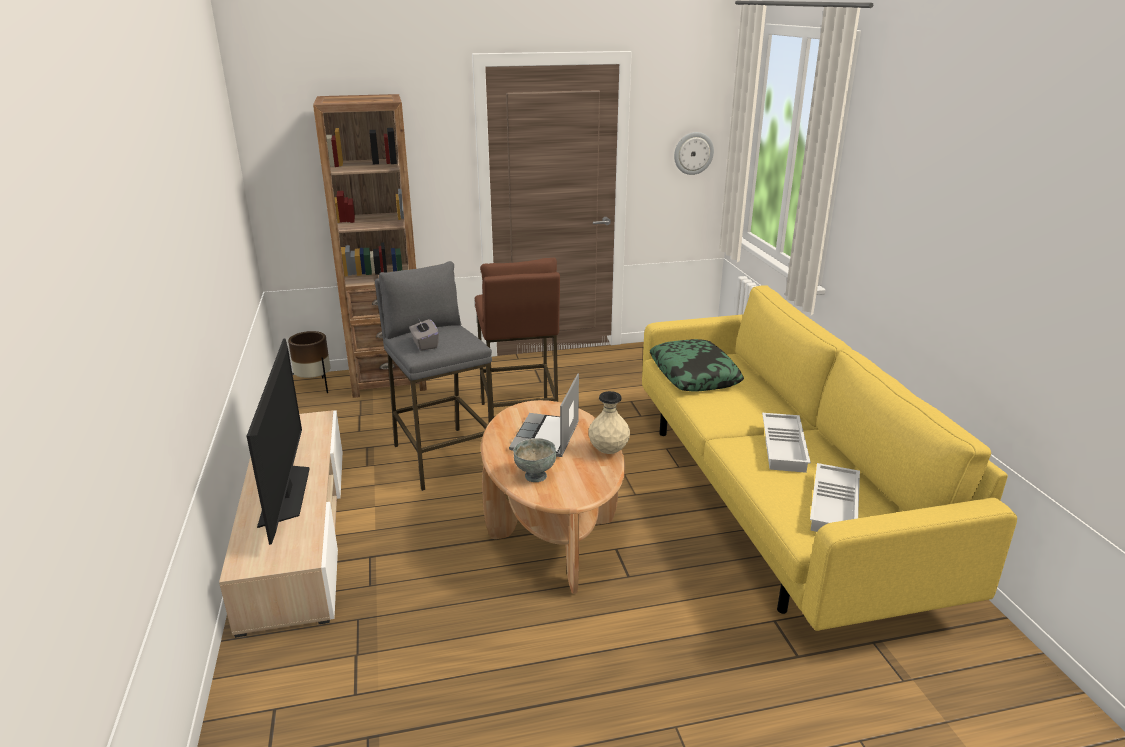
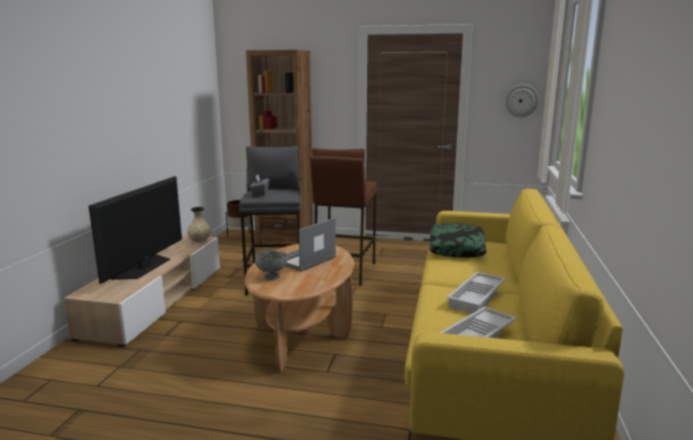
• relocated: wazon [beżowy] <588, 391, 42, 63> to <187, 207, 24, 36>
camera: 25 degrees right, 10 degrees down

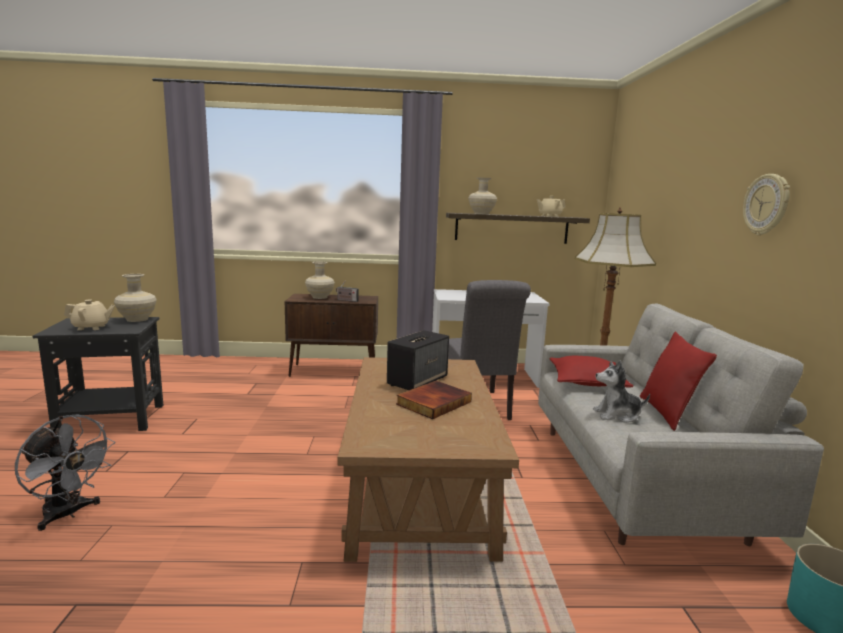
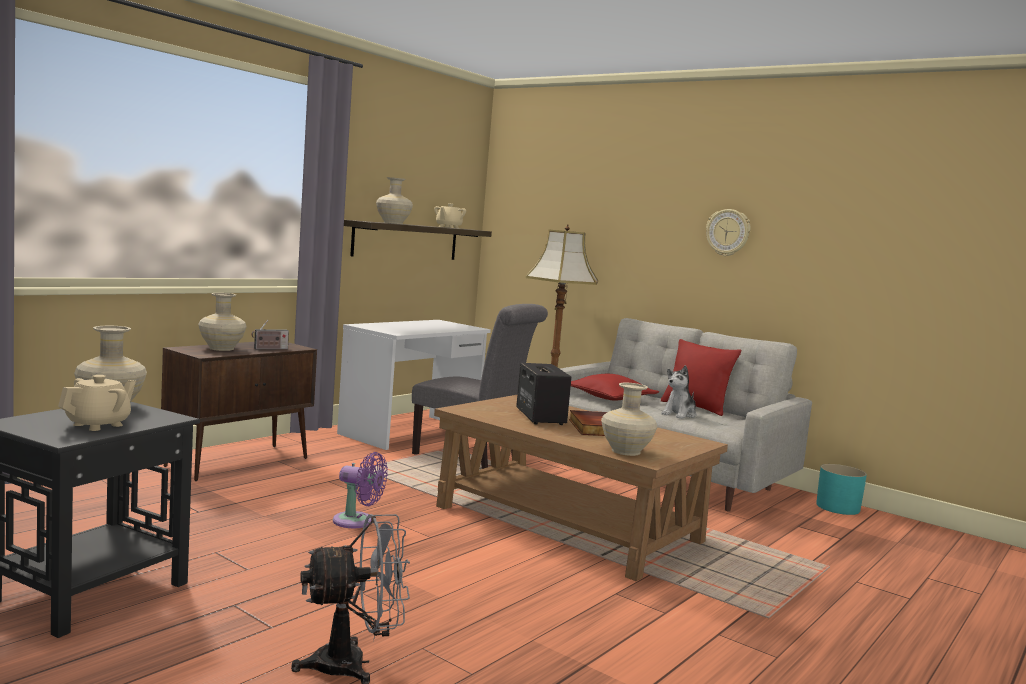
• appeared: wentylator [fioletowy] <333, 452, 55, 76>
• appeared: wazon [beżowy] <601, 383, 56, 73>
camera: 50 degrees left, 5 degrees down

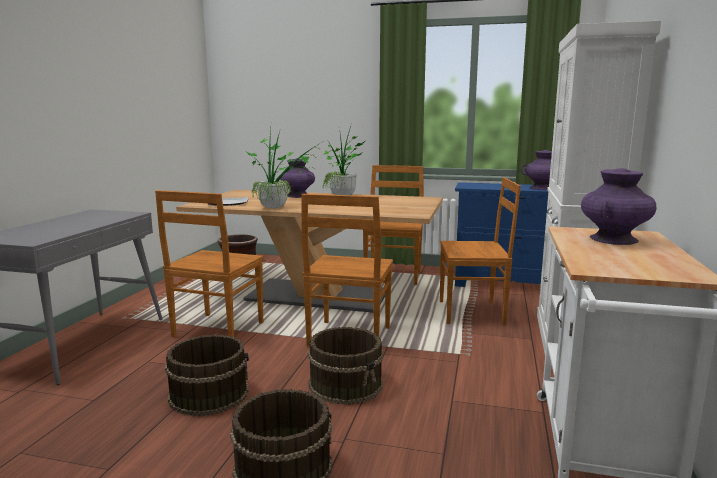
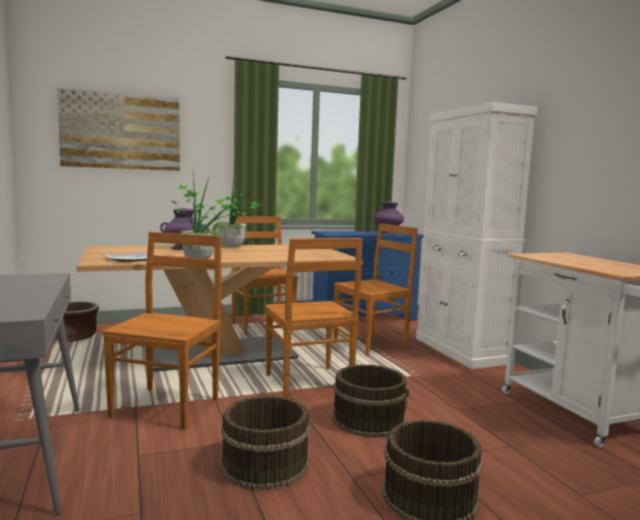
• missing: wazon [fioletowy] <581, 168, 75, 77>
• appeared: obraz <57, 87, 123, 84>
• spun: krzesło [brązowy] <155, 190, 108, 147> = <102, 232, 120, 197> 150 degrees counterclockwise
camera: 35 degrees left, 5 degrees down

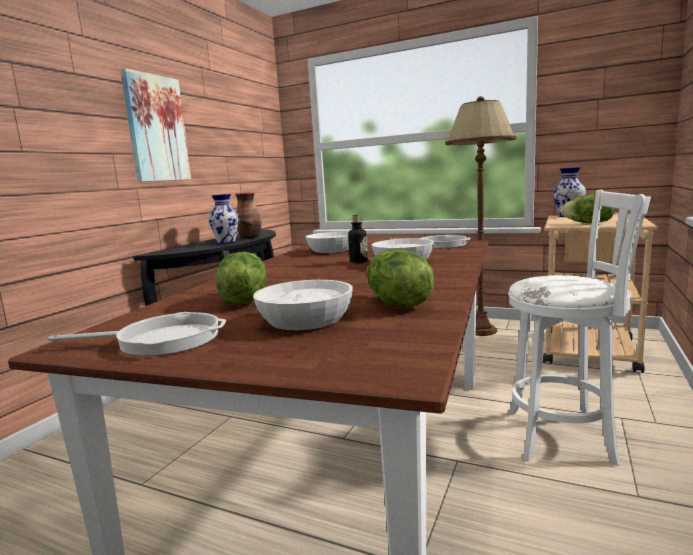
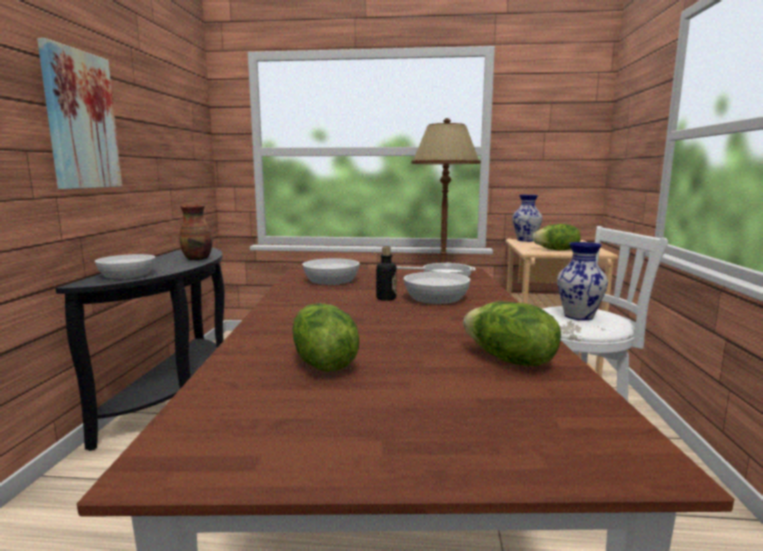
• missing: patelnia <48, 312, 178, 44>
• relocated: wazon <208, 194, 31, 50> to <557, 242, 51, 78>
• relocated: miska [biały] <253, 280, 100, 50> to <95, 254, 60, 25>
camera: 20 degrees left, 0 degrees up

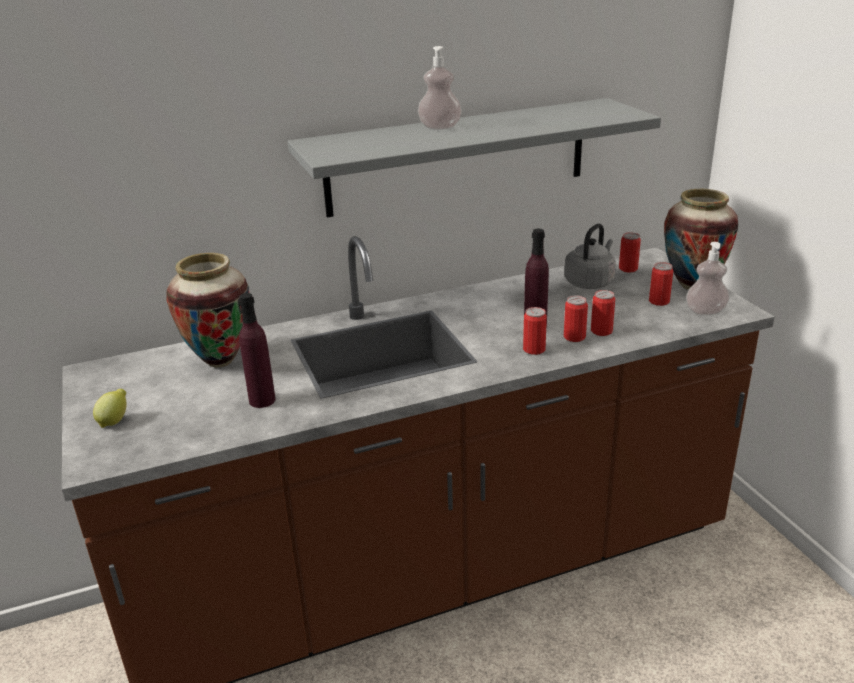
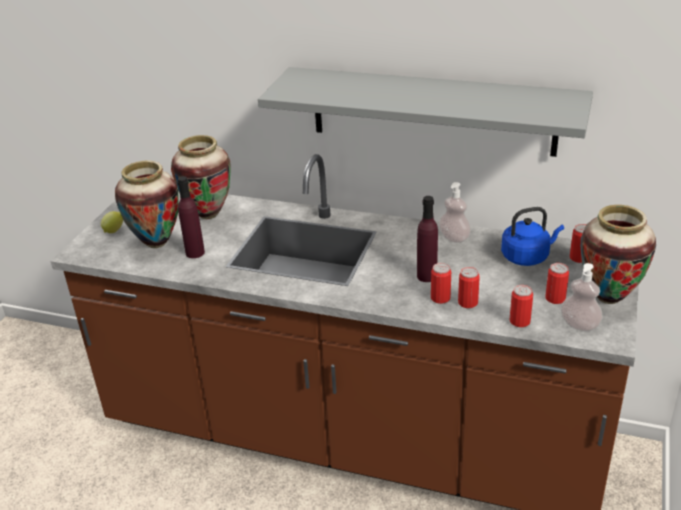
• appeared: wazon <115, 161, 64, 87>
• relocated: dozownik mydła <418, 46, 44, 84> to <439, 182, 32, 61>
• relocated: puszka <523, 307, 24, 48> to <510, 285, 23, 42>
• colour: czajnik [szary] <564, 223, 52, 66> to czajnik [niebieski] <501, 207, 63, 59>
camera: 40 degrees right, 5 degrees up

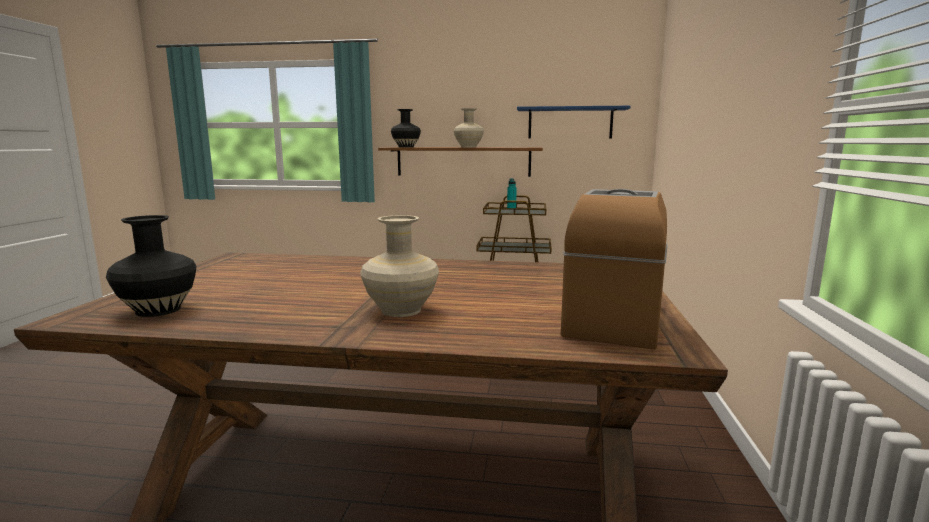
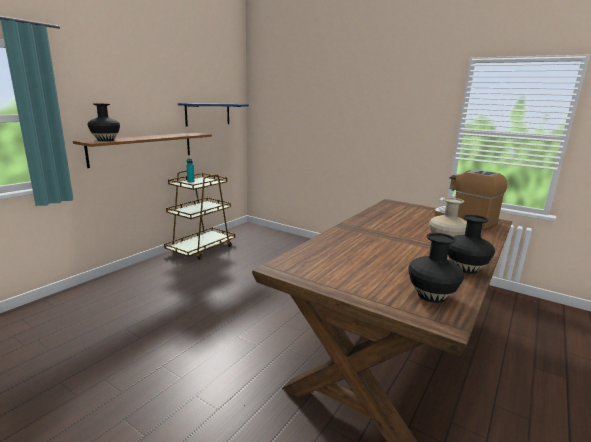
• missing: wazon [beżowy] <454, 108, 30, 39>
• appeared: wazon [czarny] <448, 215, 47, 59>
camera: 65 degrees left, 5 degrees up

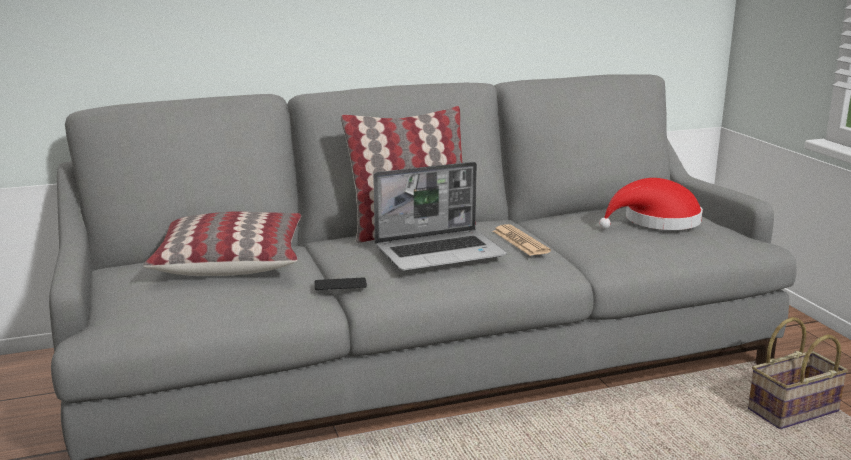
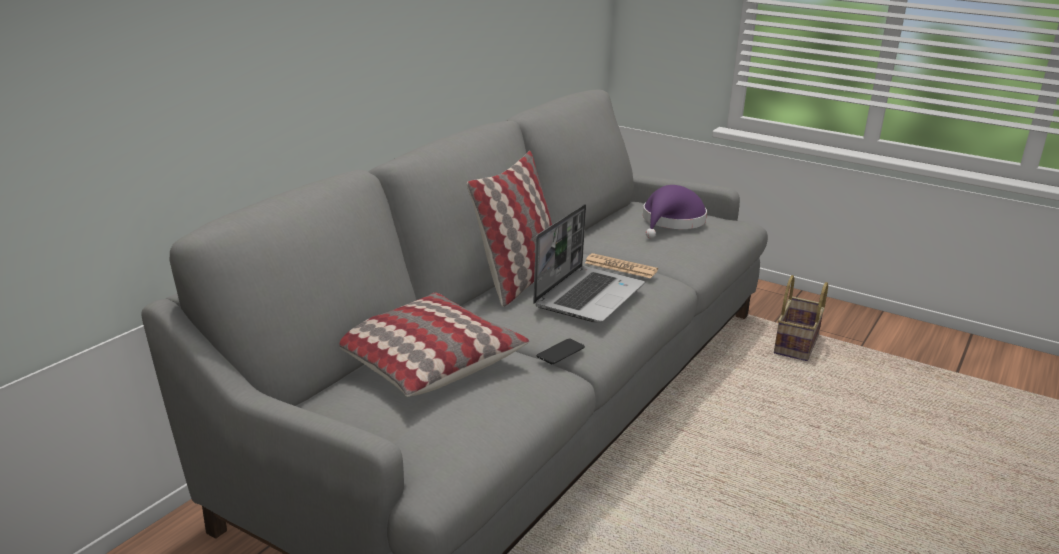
• colour: kapelusz [czerwony] <599, 178, 104, 52> to kapelusz [fioletowy] <643, 185, 64, 53>
camera: 40 degrees left, 5 degrees up

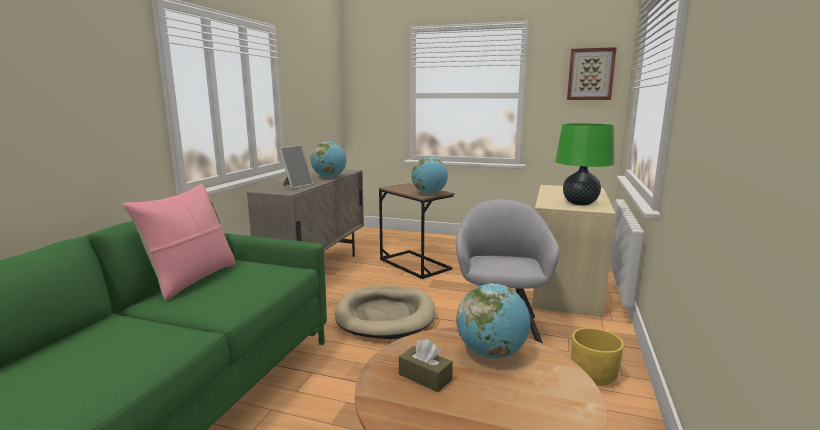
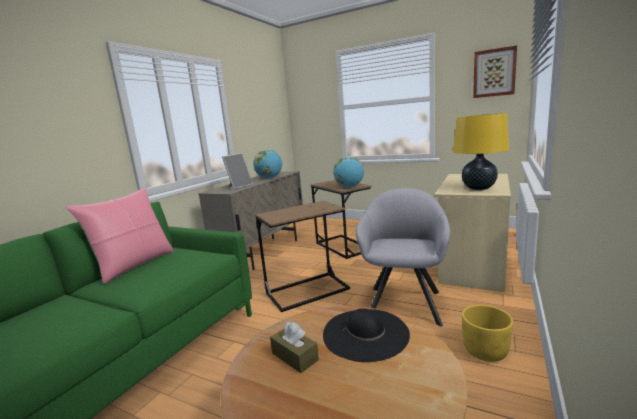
• exchanged: legowisko [beżowy] <335, 286, 100, 53> to stolik [brązowy] <255, 201, 95, 111>
• exchanged: globus <456, 283, 74, 75> to kapelusz [czarny] <323, 308, 87, 54>
• colour: lampa stołowa [zielony] <555, 123, 59, 82> to lampa stołowa [żółty] <453, 113, 56, 77>
camera: 10 degrees right, 0 degrees up

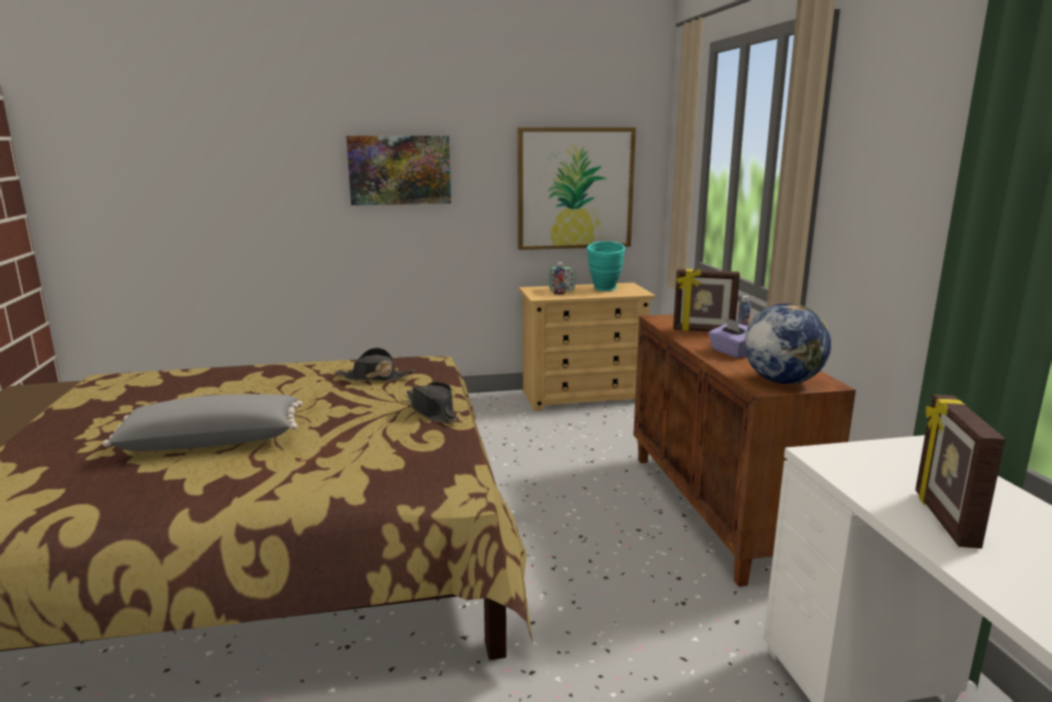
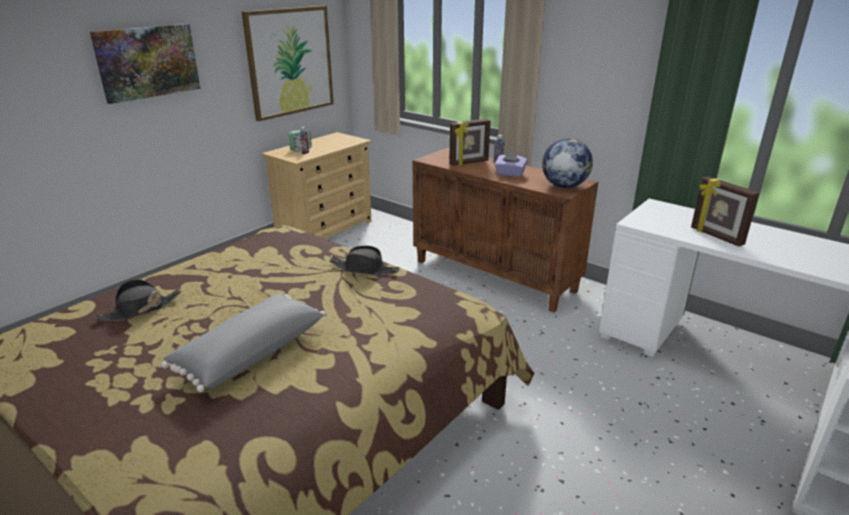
• missing: wazon [turkusowy] <587, 241, 38, 50>
• relocated: kapelusz [czarny] <335, 348, 80, 33> to <94, 279, 87, 42>
camera: 40 degrees left, 10 degrees up

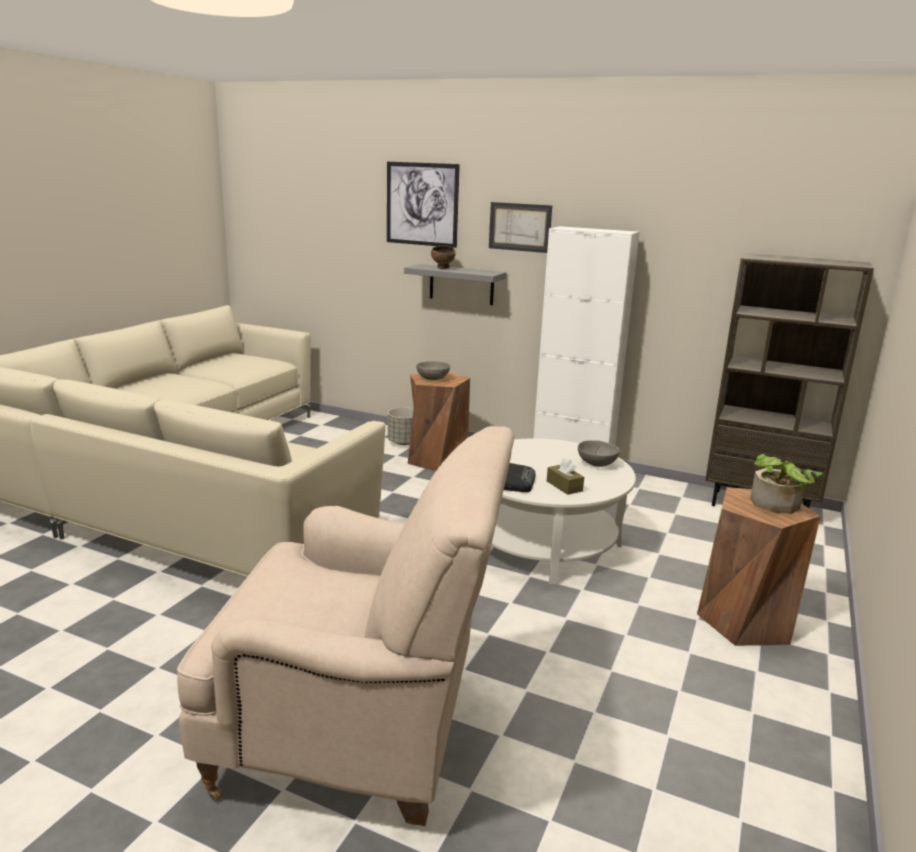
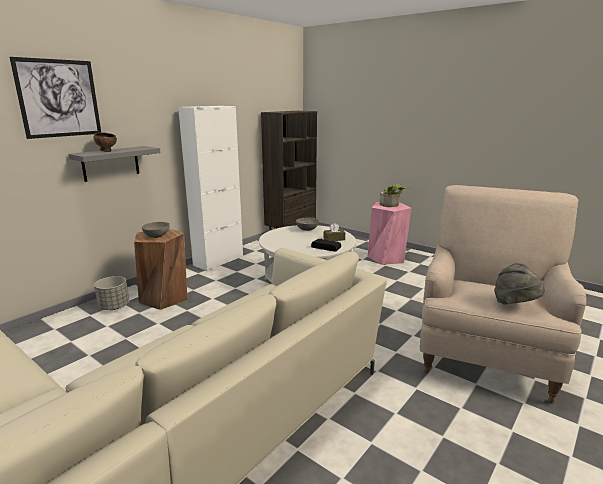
• missing: obraz <489, 202, 63, 51>
• appeared: kapelusz [szary] <494, 263, 51, 42>
• colour: stołek [brązowy] <697, 487, 124, 159> to stołek [różowy] <368, 202, 43, 63>
camera: 75 degrees left, 0 degrees up

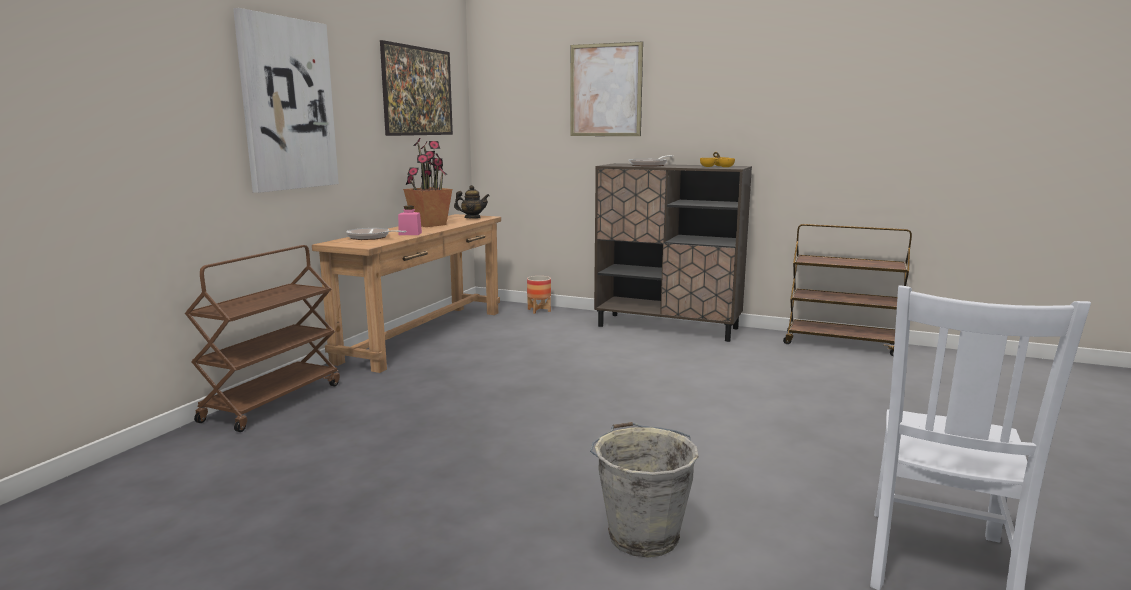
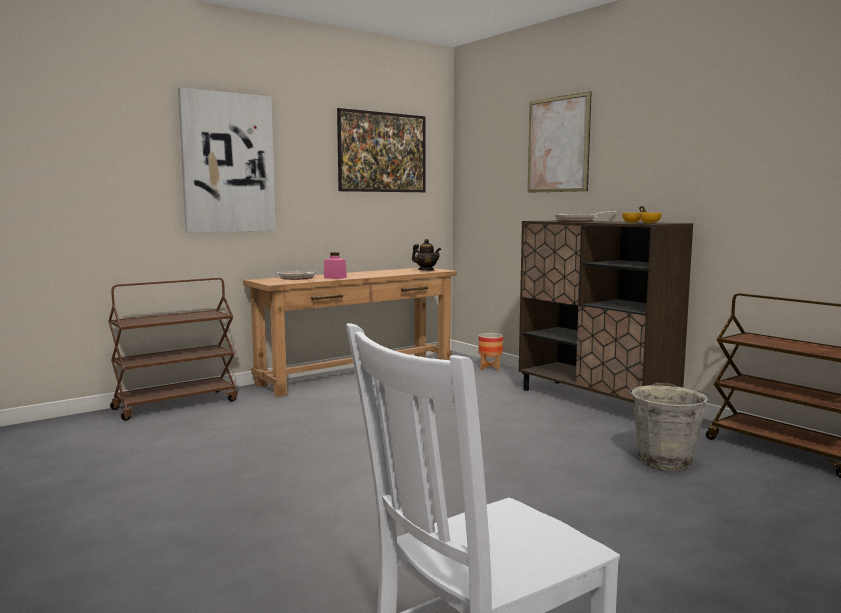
• missing: roślina doniczkowa <403, 138, 49, 89>
• relocated: wiadro [szary] <590, 422, 109, 136> to <628, 383, 81, 88>
camera: 30 degrees right, 5 degrees down

